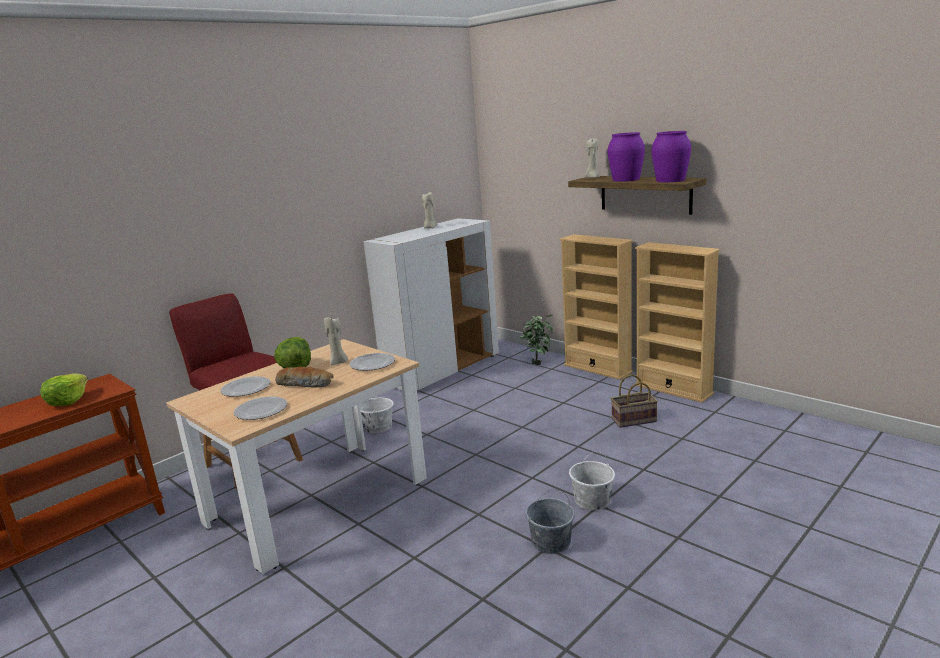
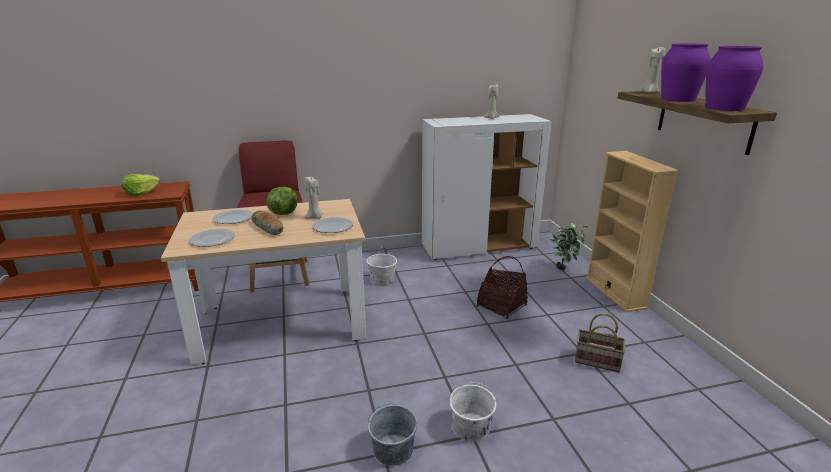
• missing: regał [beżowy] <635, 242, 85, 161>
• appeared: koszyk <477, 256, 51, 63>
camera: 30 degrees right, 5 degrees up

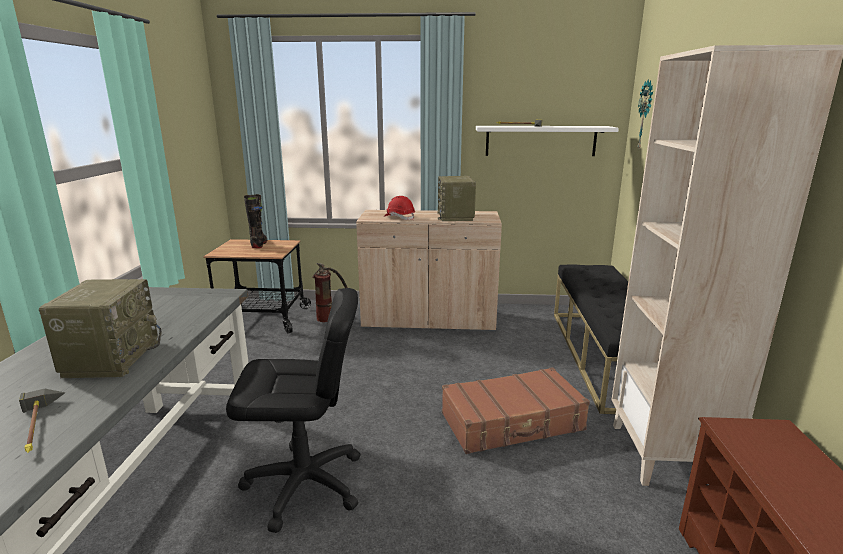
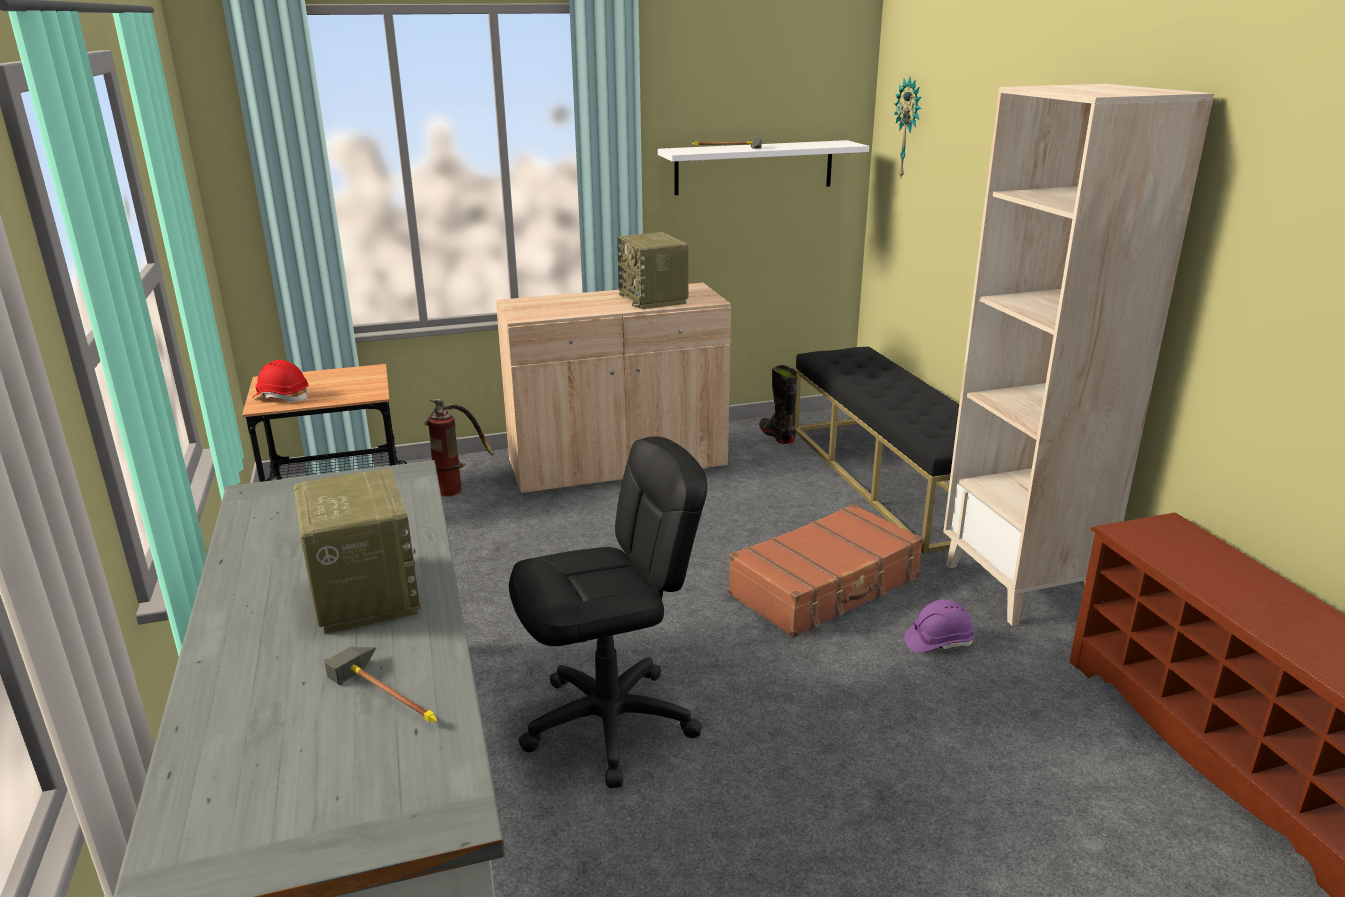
• appeared: kask [fioletowy] <904, 599, 71, 54>
• relocated: but z cholewką [czarny] <244, 194, 23, 54> to <759, 365, 39, 79>
• relocated: kask [czerwony] <384, 196, 31, 24> to <252, 360, 56, 42>
camera: 20 degrees left, 5 degrees up

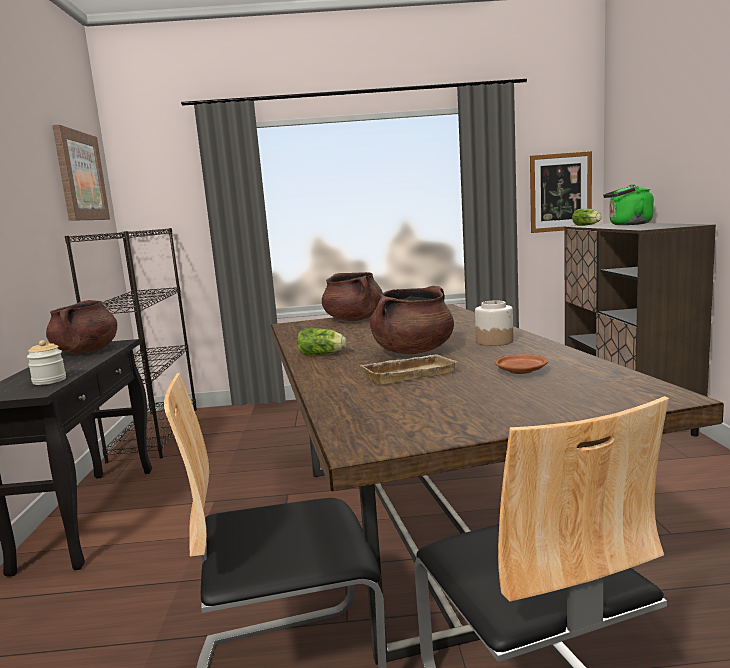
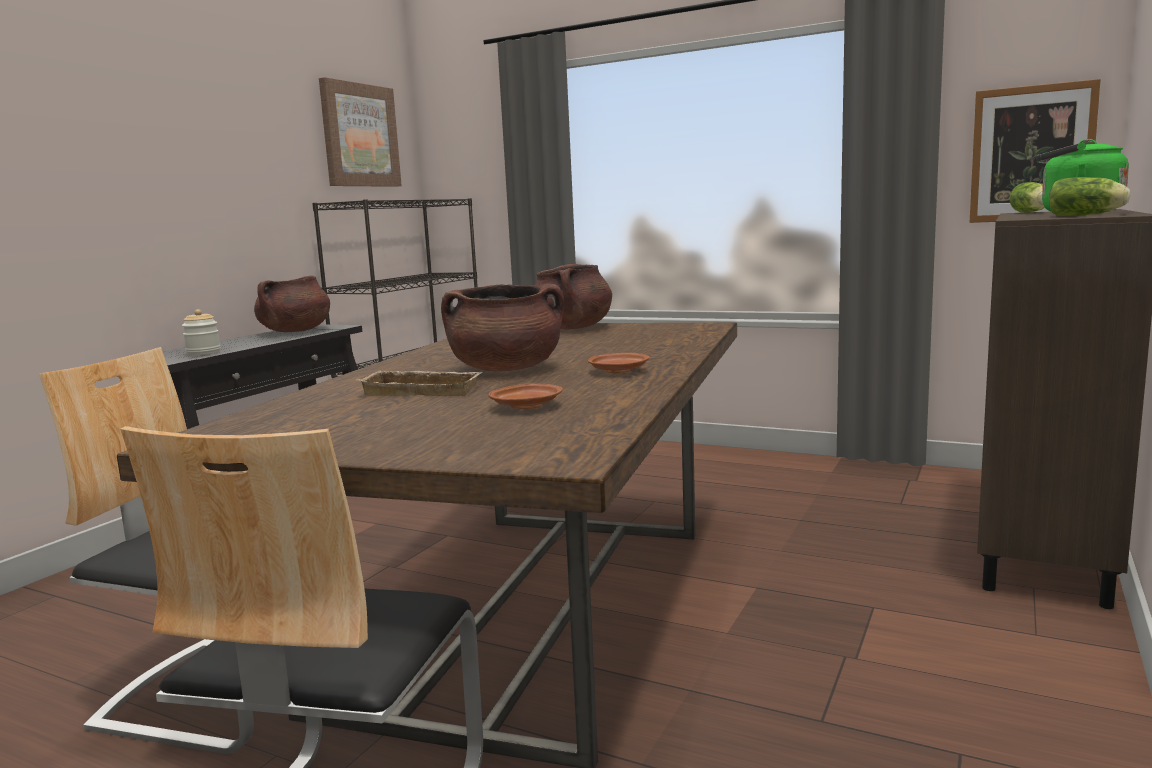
• relocated: sałata <297, 328, 49, 27> to <1049, 177, 81, 39>
• exchanged: słoik <475, 300, 38, 46> to talerz [brązowy] <588, 353, 61, 20>
camera: 30 degrees right, 0 degrees up

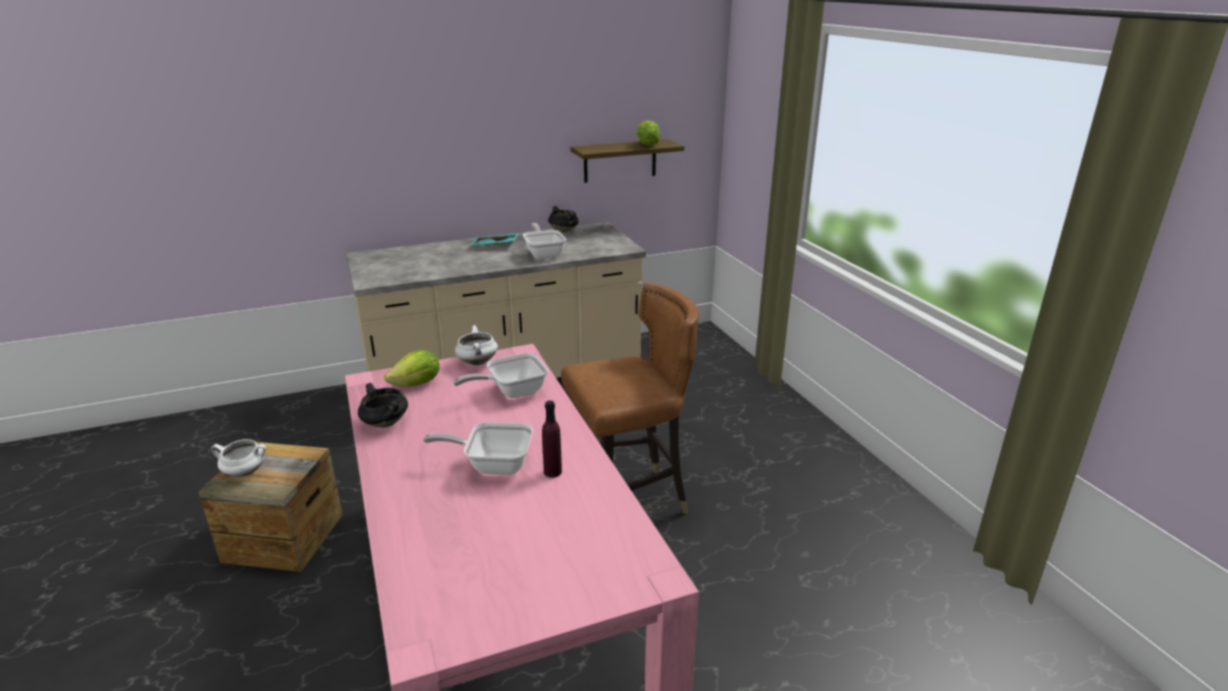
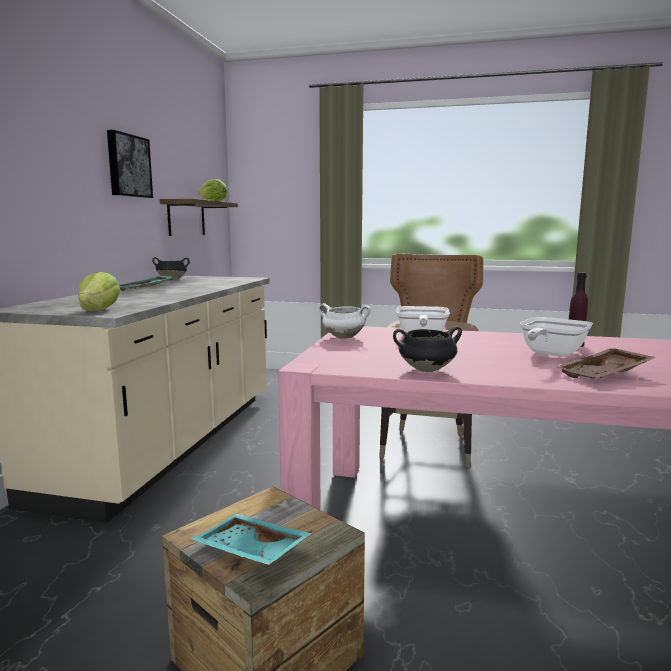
• missing: patelnia <523, 223, 43, 36>
• appeared: obraz <107, 130, 46, 68>
• appeared: taca [brązowy] <555, 348, 101, 31>
• relocated: sałata <384, 350, 56, 37> to <78, 272, 43, 39>
• exchanged: garnek [biały] <211, 439, 55, 38> to taca [turkusowy] <191, 514, 121, 51>
camera: 55 degrees left, 15 degrees down

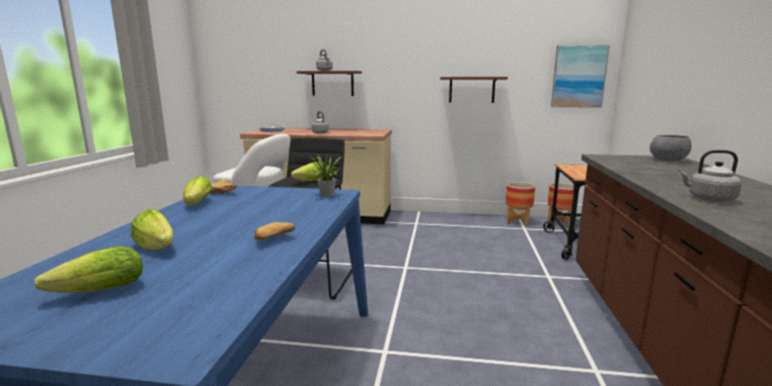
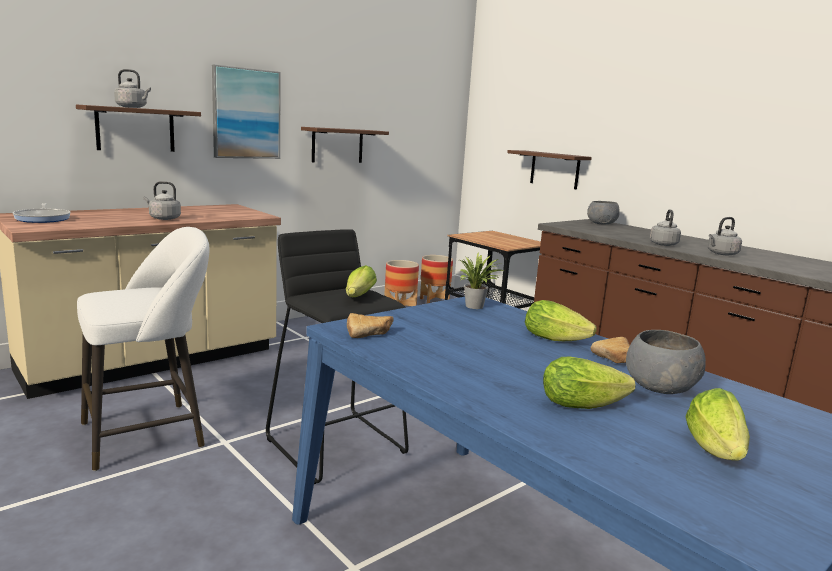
• appeared: półka [brązowy] <507, 150, 85, 39>
• appeared: miska [szary] <626, 330, 80, 64>
• appeared: czajnik [szary] <650, 209, 31, 37>
• relocated: sałata <183, 176, 29, 29> to <525, 300, 72, 41>
• relocated: obraz <551, 45, 59, 63> to <212, 65, 69, 94>
camera: 50 degrees left, 0 degrees up

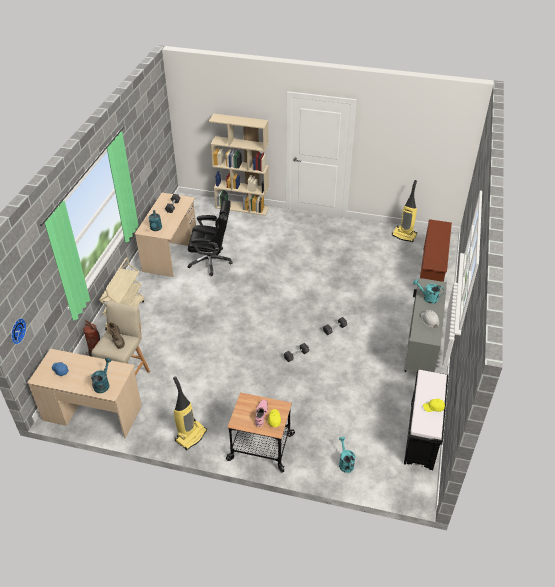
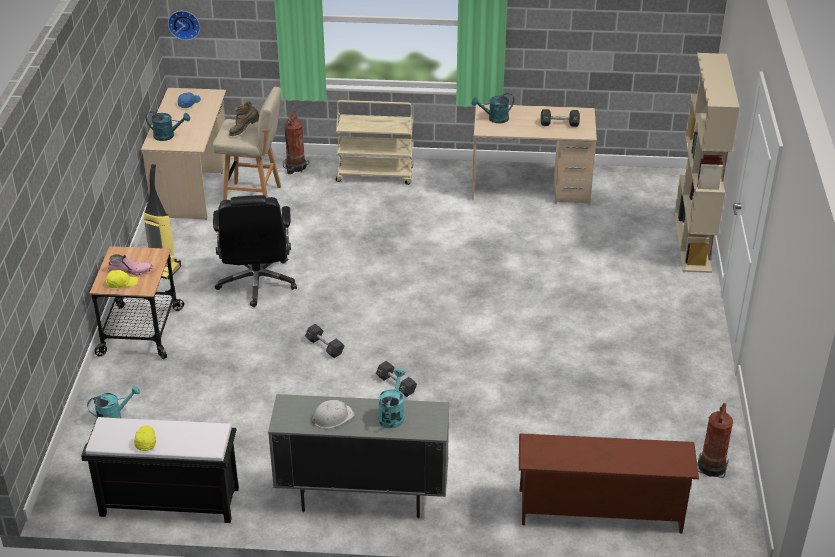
• relocated: krzesło biurowe [czarny] <187, 200, 46, 76> to <213, 195, 84, 112>
• exchanged: odkurzacz <392, 180, 25, 62> to gaśnica <697, 403, 36, 75>
camera: 80 degrees right, 5 degrees down

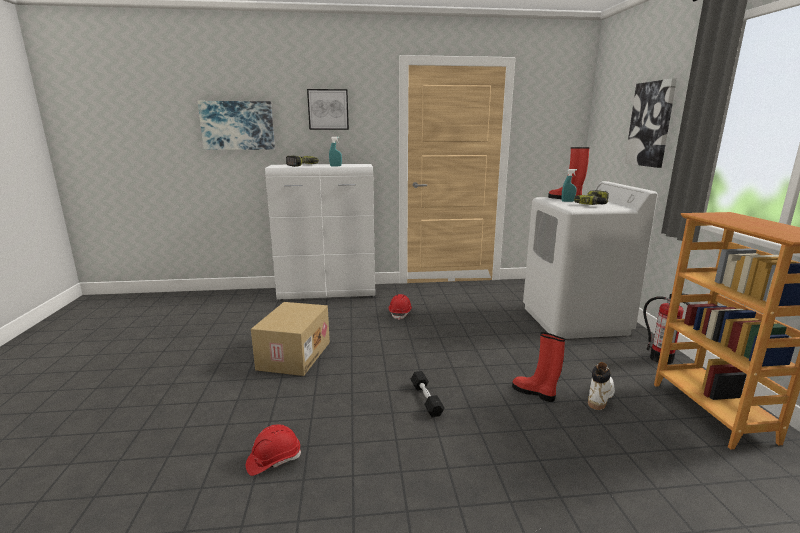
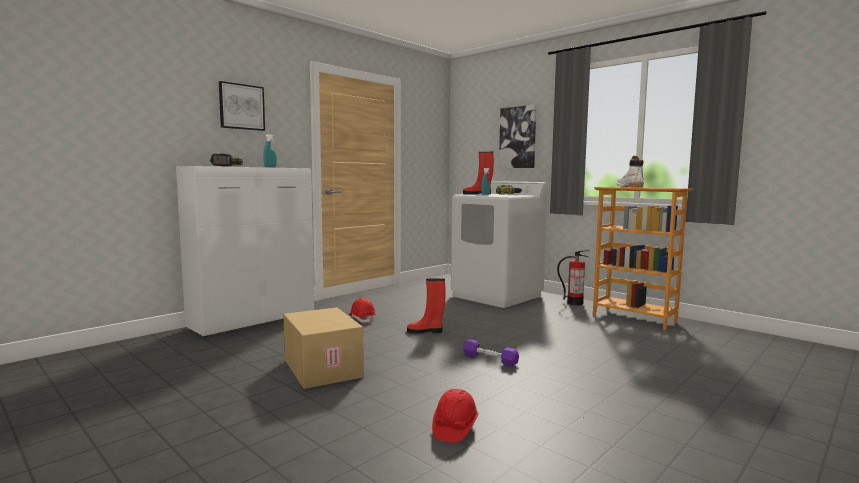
• missing: obraz <198, 101, 77, 49>
• relocated: but z cholewką [czerwony] <512, 332, 53, 70> to <407, 278, 39, 56>
• relocated: but z cholewką [biały] <588, 362, 27, 48> to <616, 156, 28, 32>
• colour: hantel [czarny] <410, 371, 35, 46> to hantel [fioletowy] <463, 339, 56, 27>
camera: 40 degrees left, 10 degrees down

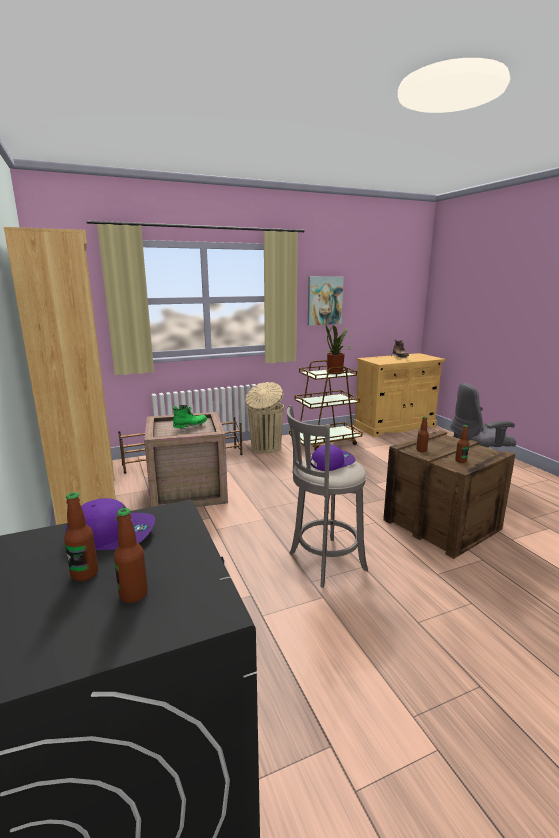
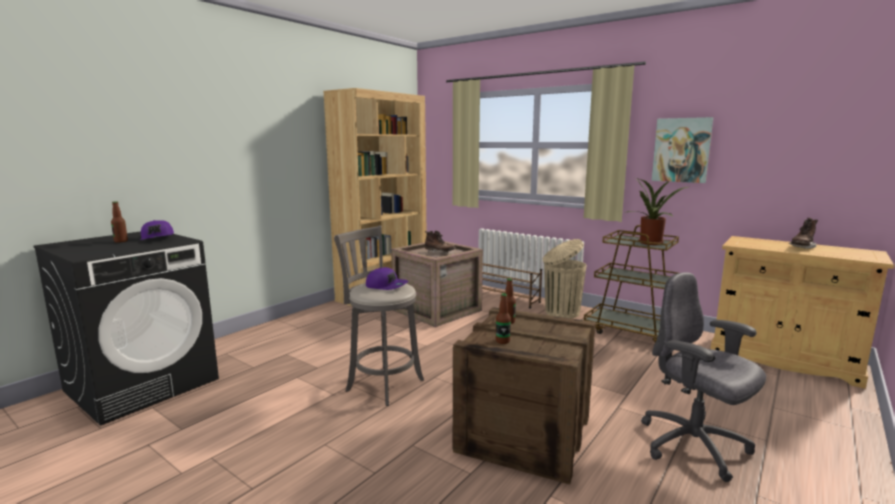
• missing: butelka <114, 508, 34, 95>
• colour: but z cholewką [zielony] <173, 405, 34, 27> to but z cholewką [brązowy] <425, 231, 31, 22>
camera: 60 degrees right, 5 degrees down

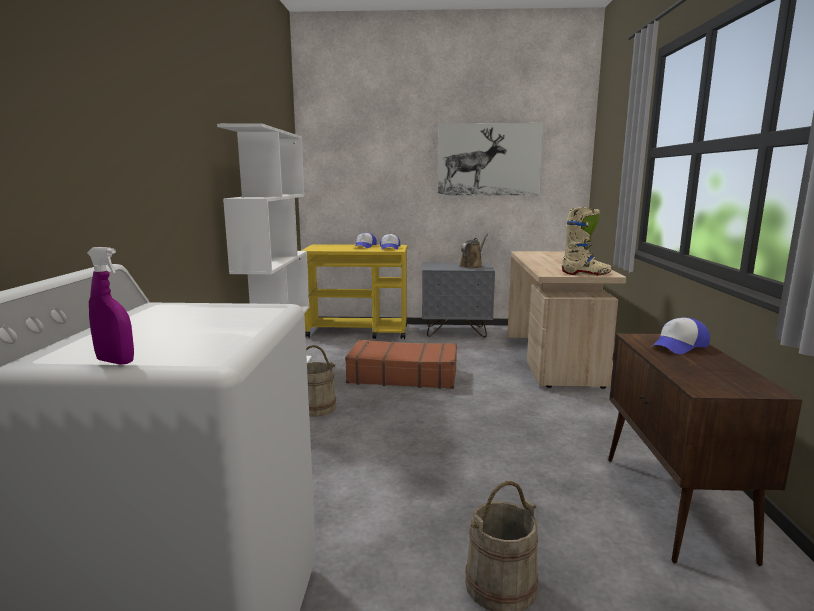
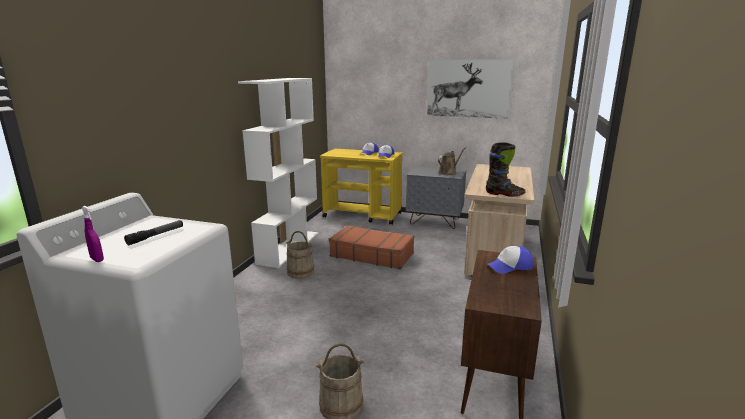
• appeared: latarka <124, 220, 59, 25>
• colour: but z cholewką [beżowy] <562, 207, 50, 69> to but z cholewką [czarny] <486, 142, 40, 55>
camera: 15 degrees right, 5 degrees up

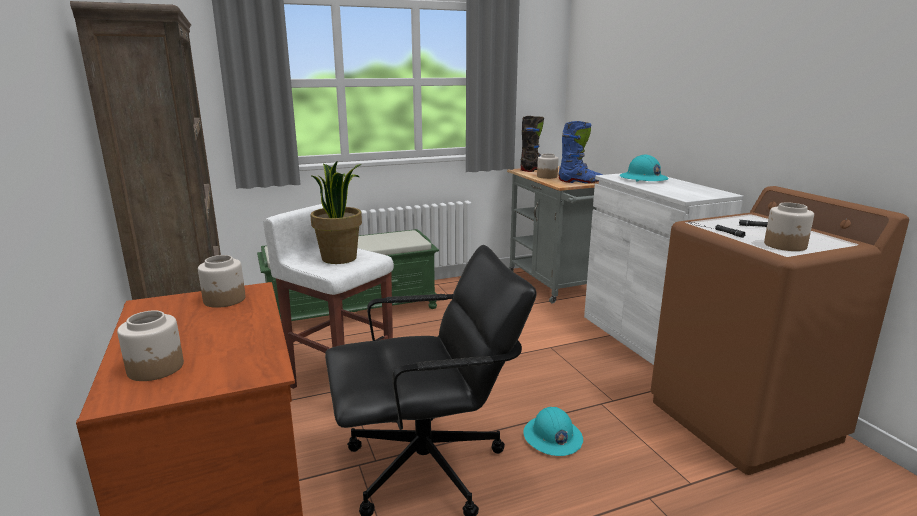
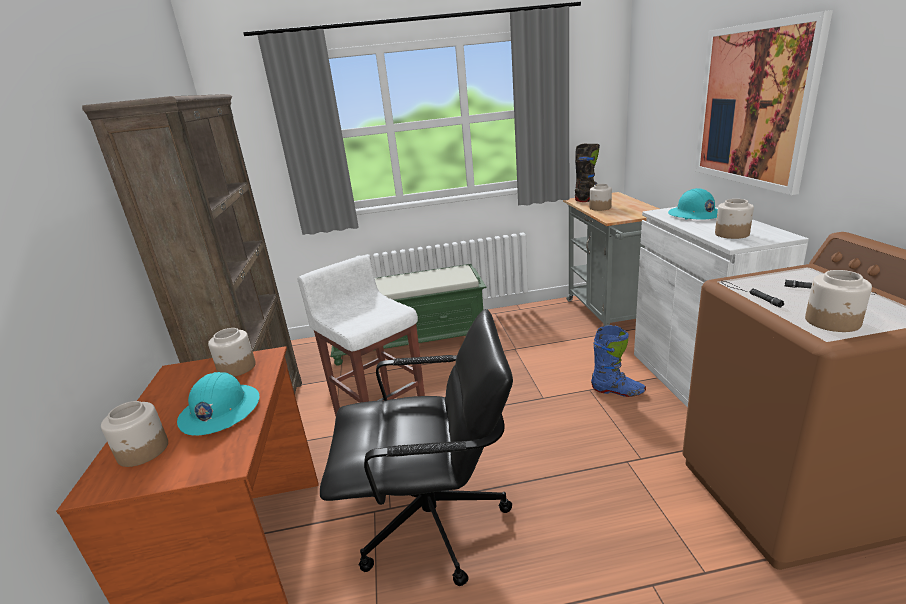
• missing: roślina doniczkowa <310, 161, 52, 103>
• appeared: obraz <695, 10, 138, 185>
• appeared: słoik <715, 199, 39, 40>
• relocated: kask [turkusowy] <523, 407, 60, 49> to <177, 372, 82, 64>
• relocated: but z cholewką [niebieski] <558, 121, 45, 62> to <591, 325, 55, 72>
camera: 15 degrees right, 5 degrees up

